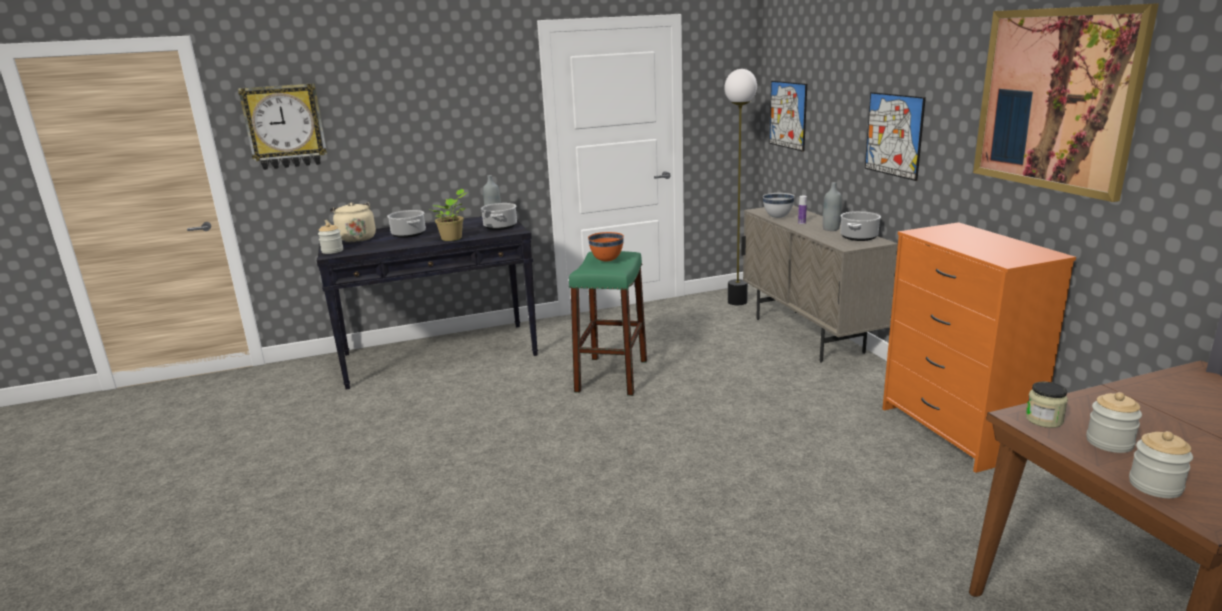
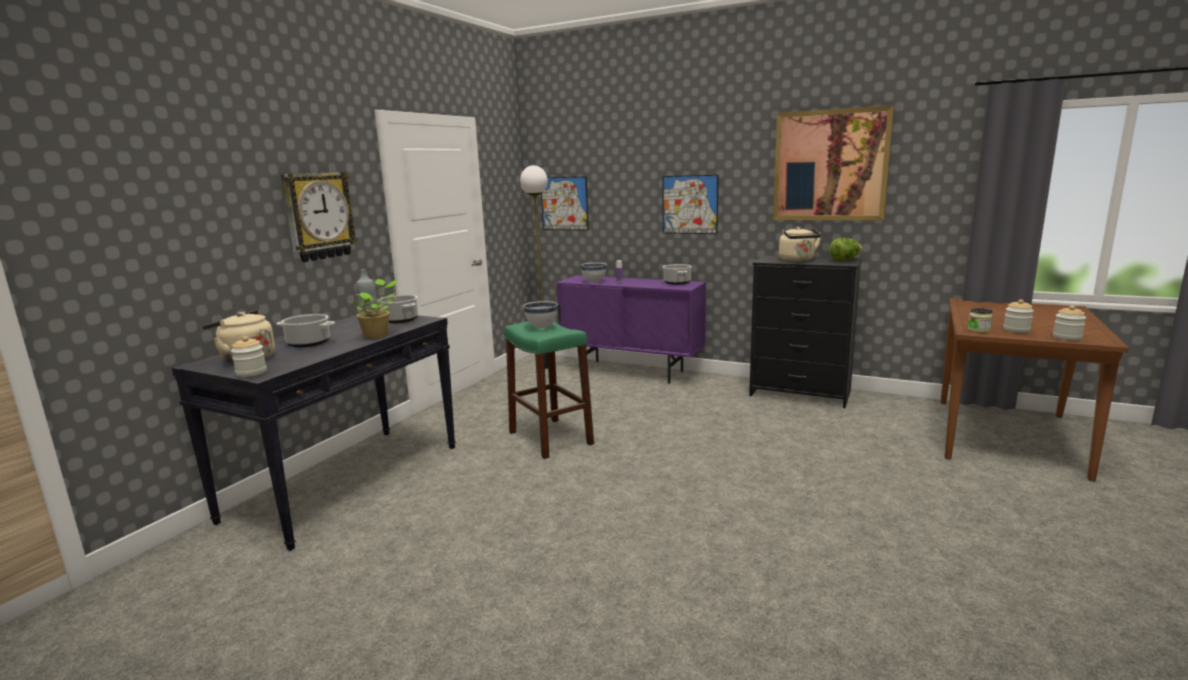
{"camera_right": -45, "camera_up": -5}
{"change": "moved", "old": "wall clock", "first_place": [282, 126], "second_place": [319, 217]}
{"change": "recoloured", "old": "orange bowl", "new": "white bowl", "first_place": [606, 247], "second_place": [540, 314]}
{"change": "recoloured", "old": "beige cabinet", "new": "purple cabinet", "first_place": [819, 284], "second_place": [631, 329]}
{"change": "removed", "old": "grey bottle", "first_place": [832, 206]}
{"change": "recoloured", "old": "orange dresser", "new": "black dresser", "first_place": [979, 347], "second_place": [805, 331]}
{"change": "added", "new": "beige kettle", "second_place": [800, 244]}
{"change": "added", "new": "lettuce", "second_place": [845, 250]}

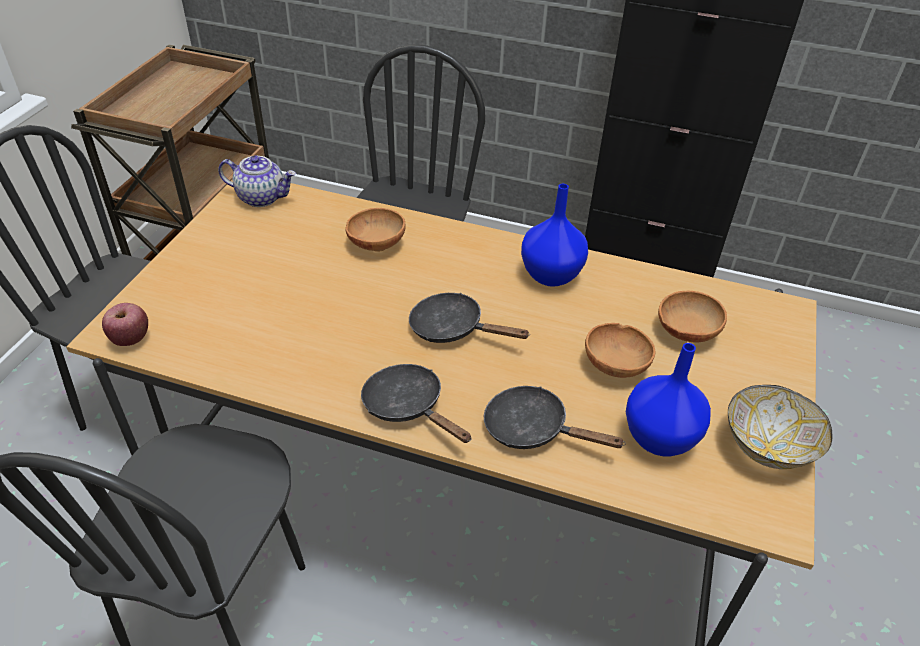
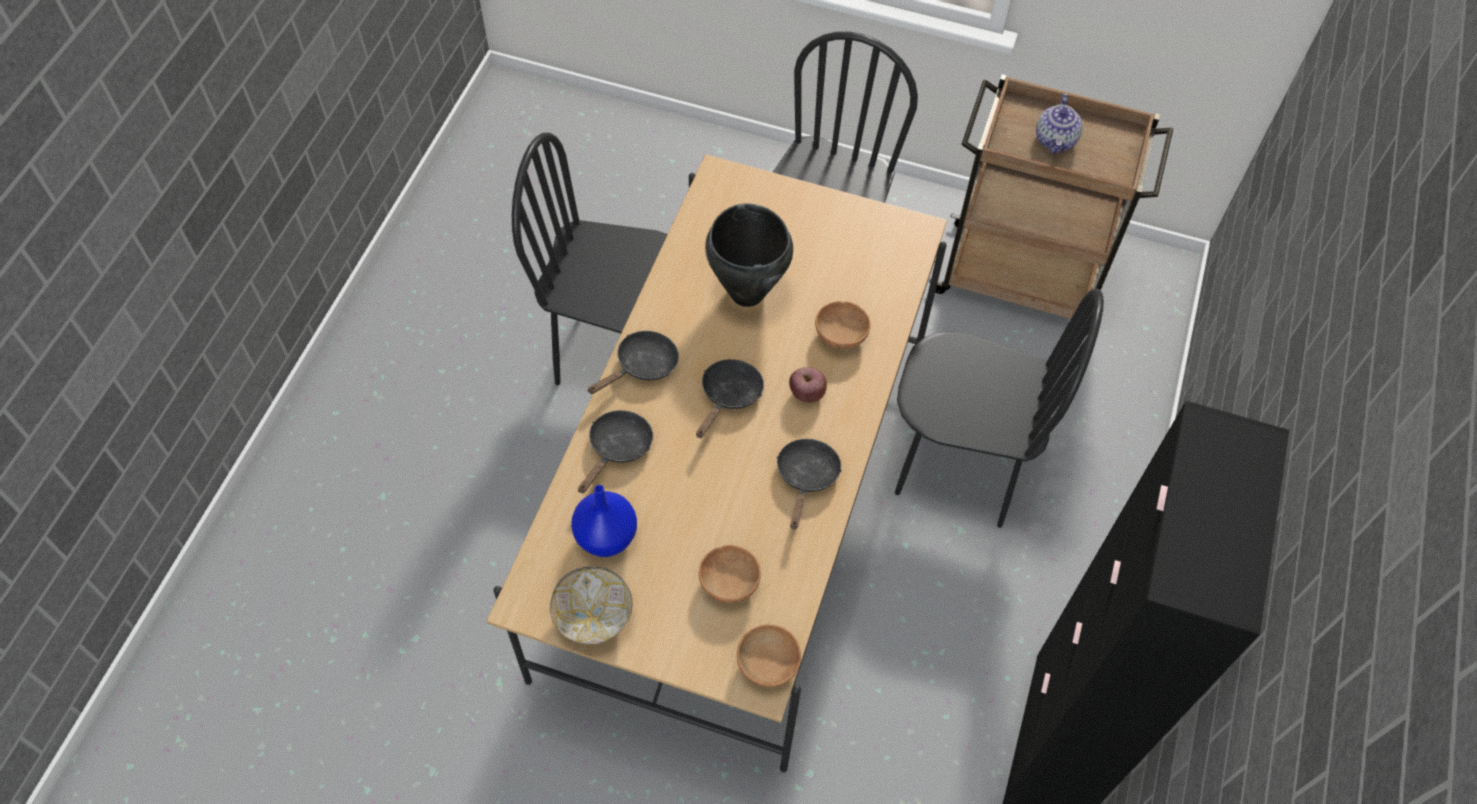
{"camera_right": 90, "camera_up": 15}
{"change": "moved", "old": "apple", "first_place": [125, 324], "second_place": [808, 385]}
{"change": "moved", "old": "teapot", "first_place": [257, 181], "second_place": [1059, 124]}
{"change": "replaced", "old": "blue vase", "new": "black frying pan", "first_place": [554, 235], "second_place": [809, 484]}
{"change": "moved", "old": "brown bowl", "first_place": [620, 350], "second_place": [769, 655]}
{"change": "added", "new": "black cooking pot", "second_place": [749, 255]}

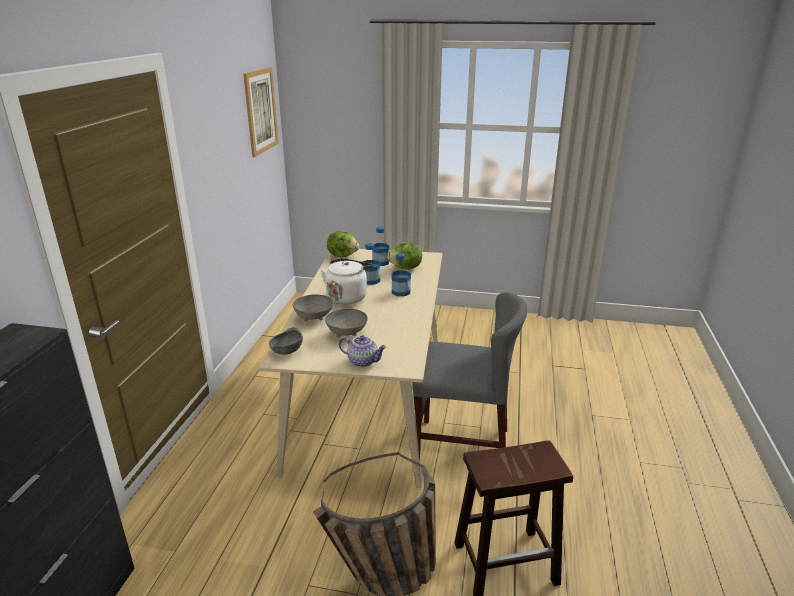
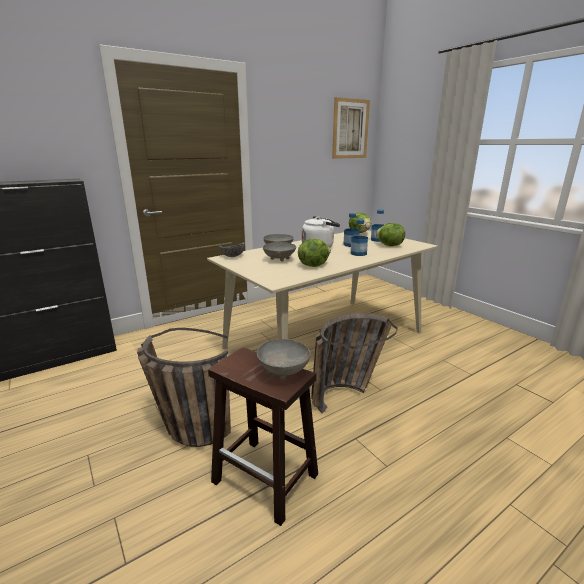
{"camera_right": 45, "camera_up": -5}
{"change": "removed", "old": "teapot", "first_place": [362, 351]}
{"change": "replaced", "old": "grey chair", "new": "basket", "first_place": [469, 375], "second_place": [354, 363]}
{"change": "added", "new": "grey bowl", "second_place": [283, 359]}
{"change": "added", "new": "lettuce", "second_place": [314, 253]}

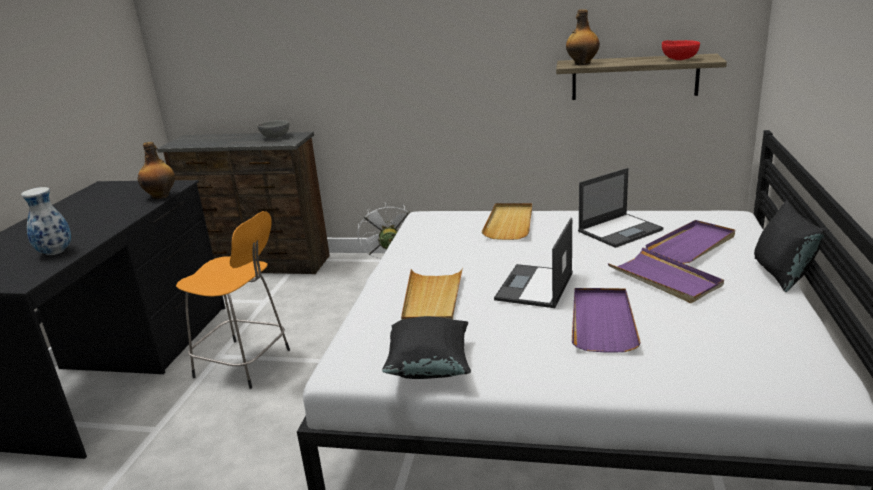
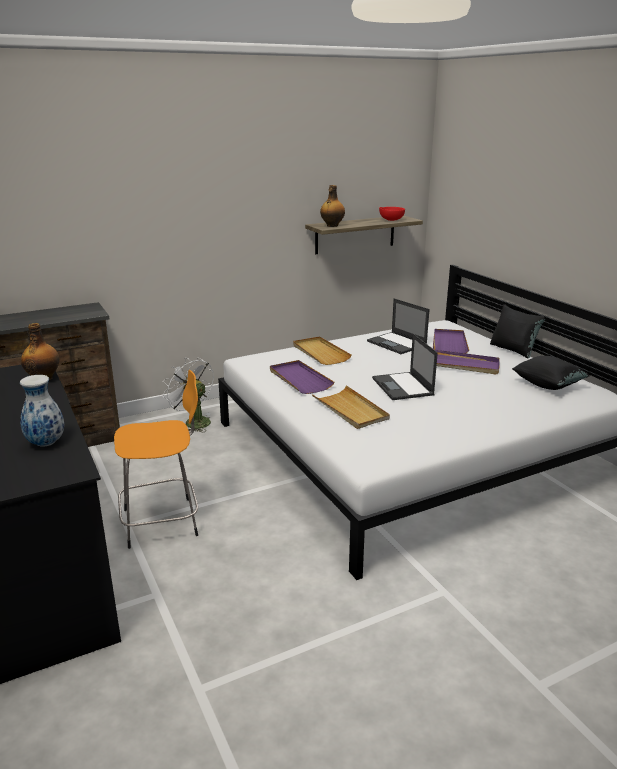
{"camera_right": -40, "camera_up": 0}
{"change": "removed", "old": "grey bowl", "first_place": [273, 129]}
{"change": "moved", "old": "black pillow", "first_place": [426, 347], "second_place": [550, 373]}
{"change": "moved", "old": "purple tray", "first_place": [606, 320], "second_place": [302, 377]}
{"change": "turned", "old": "laptop", "first_place": [621, 208], "second_place": [398, 326], "degrees": 120}

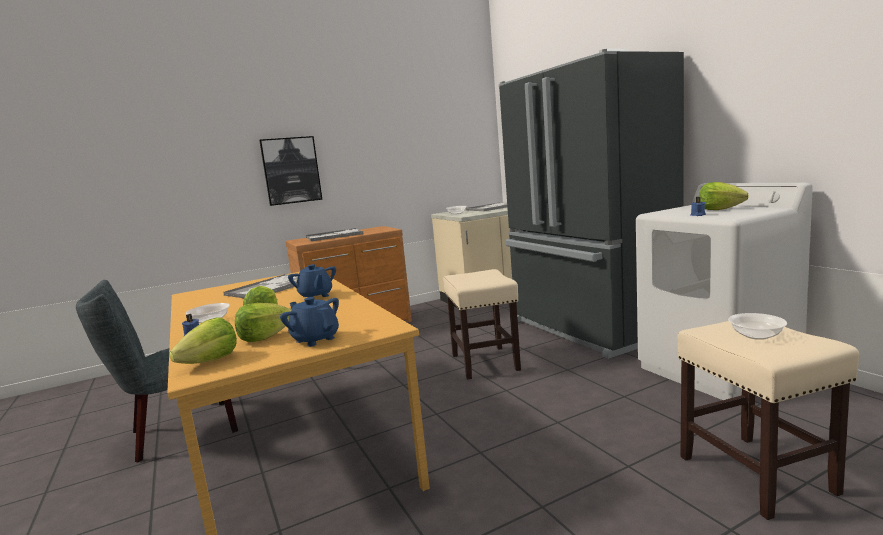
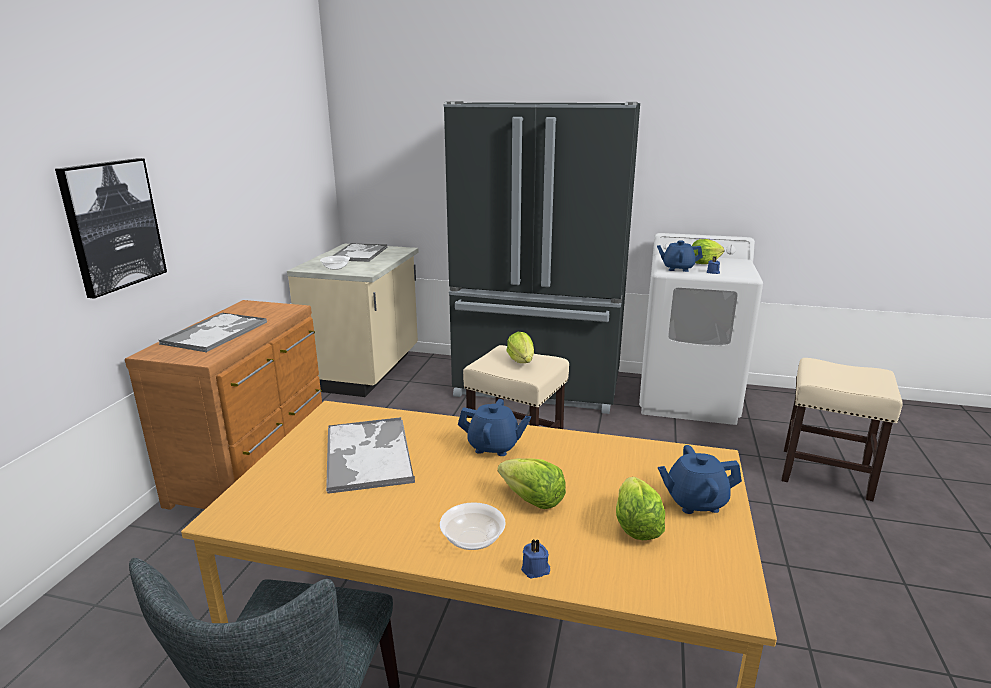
{"camera_right": -50, "camera_up": 10}
{"change": "moved", "old": "lettuce", "first_place": [203, 341], "second_place": [520, 347]}
{"change": "removed", "old": "bowl", "first_place": [757, 326]}
{"change": "added", "new": "blue teapot", "second_place": [680, 256]}

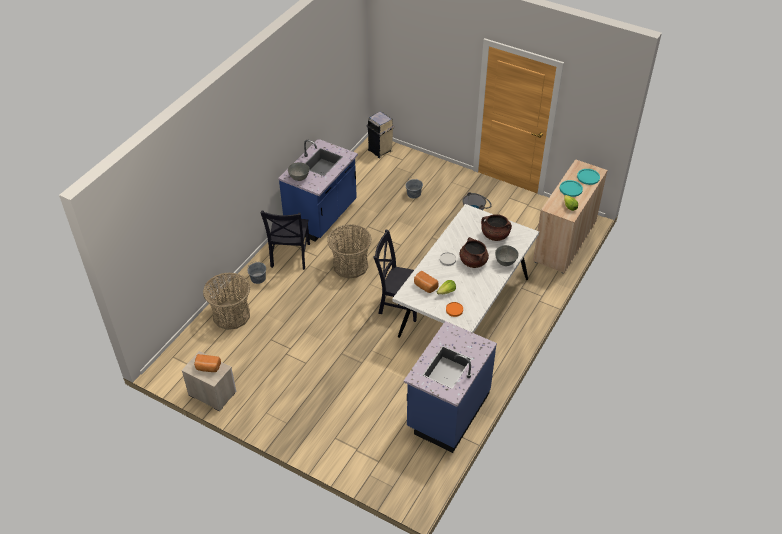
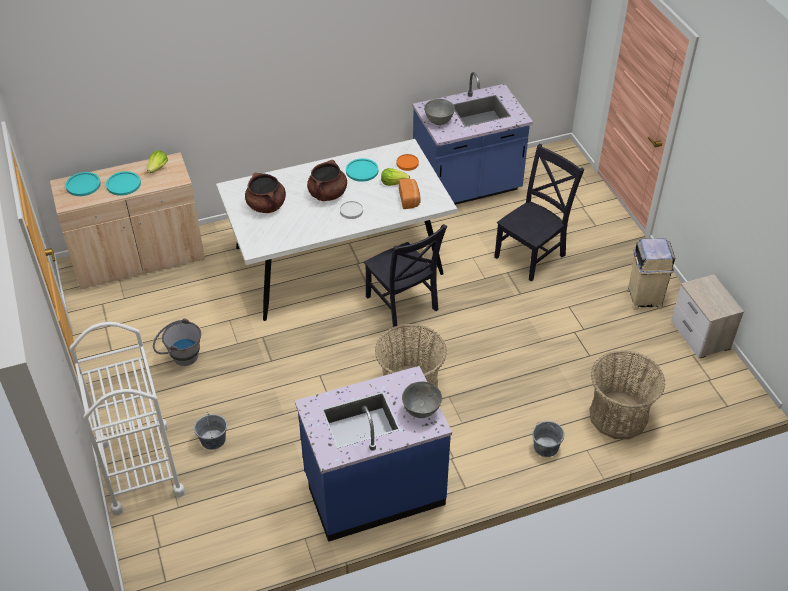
{"camera_right": -140, "camera_up": 0}
{"change": "removed", "old": "bread", "first_place": [207, 363]}
{"change": "moved", "old": "black chair", "first_place": [285, 240], "second_place": [539, 213]}
{"change": "moved", "old": "beige trash can", "first_place": [380, 135], "second_place": [651, 274]}
{"change": "moved", "old": "grey bowl", "first_place": [507, 255], "second_place": [439, 112]}
{"change": "added", "new": "white cart", "second_place": [127, 419]}
{"change": "added", "new": "turquoise plate", "second_place": [362, 170]}

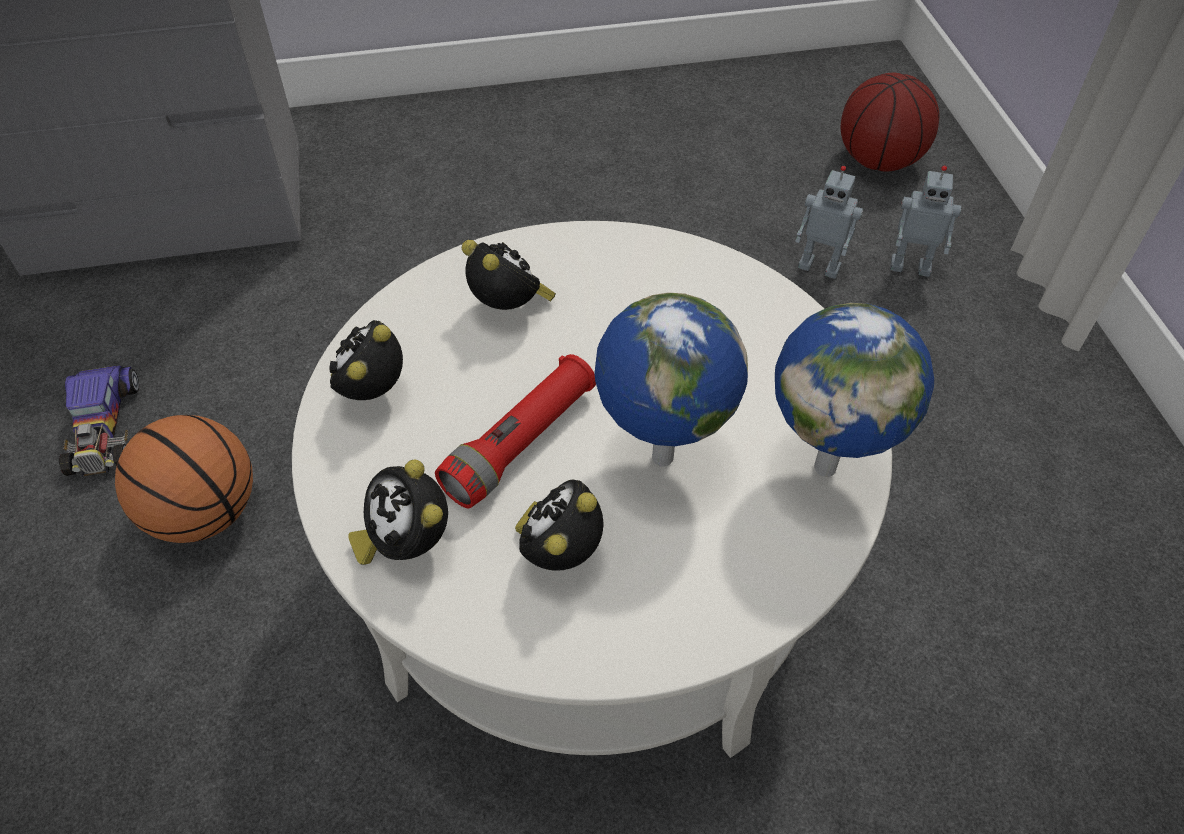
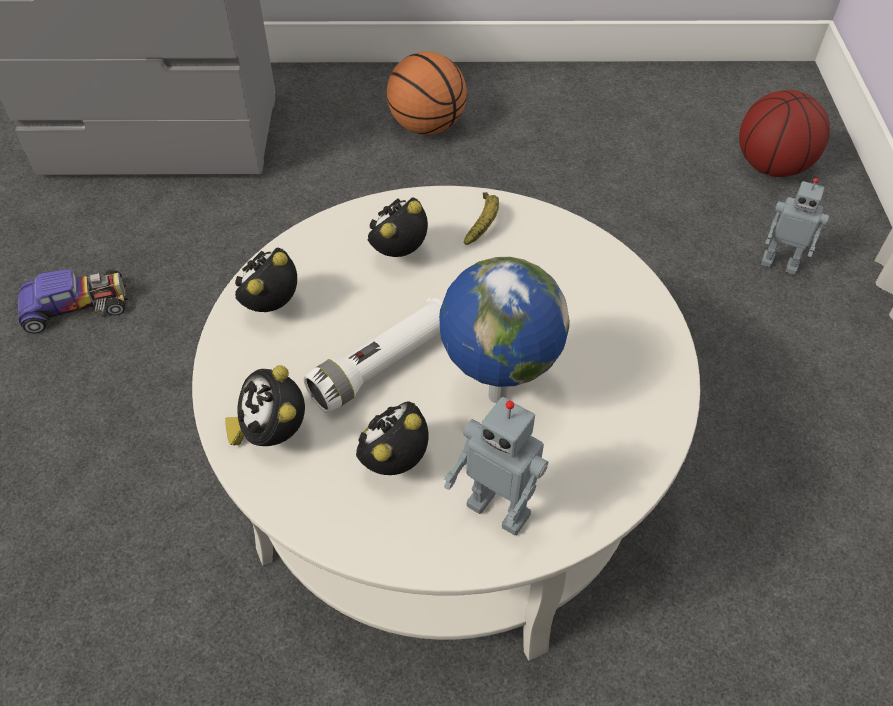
{"camera_right": 10, "camera_up": 0}
{"change": "turned", "old": "toy car", "first_place": [99, 421], "second_place": [73, 301], "degrees": -105}
{"change": "moved", "old": "basketball", "first_place": [184, 479], "second_place": [427, 93]}
{"change": "recoloured", "old": "red flashlight", "new": "white flashlight", "first_place": [515, 431], "second_place": [373, 355]}
{"change": "turned", "old": "alarm clock", "first_place": [509, 275], "second_place": [397, 227], "degrees": -105}
{"change": "removed", "old": "globe", "first_place": [854, 390]}
{"change": "moved", "old": "toy robot", "first_place": [829, 222], "second_place": [496, 466]}
{"change": "added", "new": "banana", "second_place": [481, 218]}

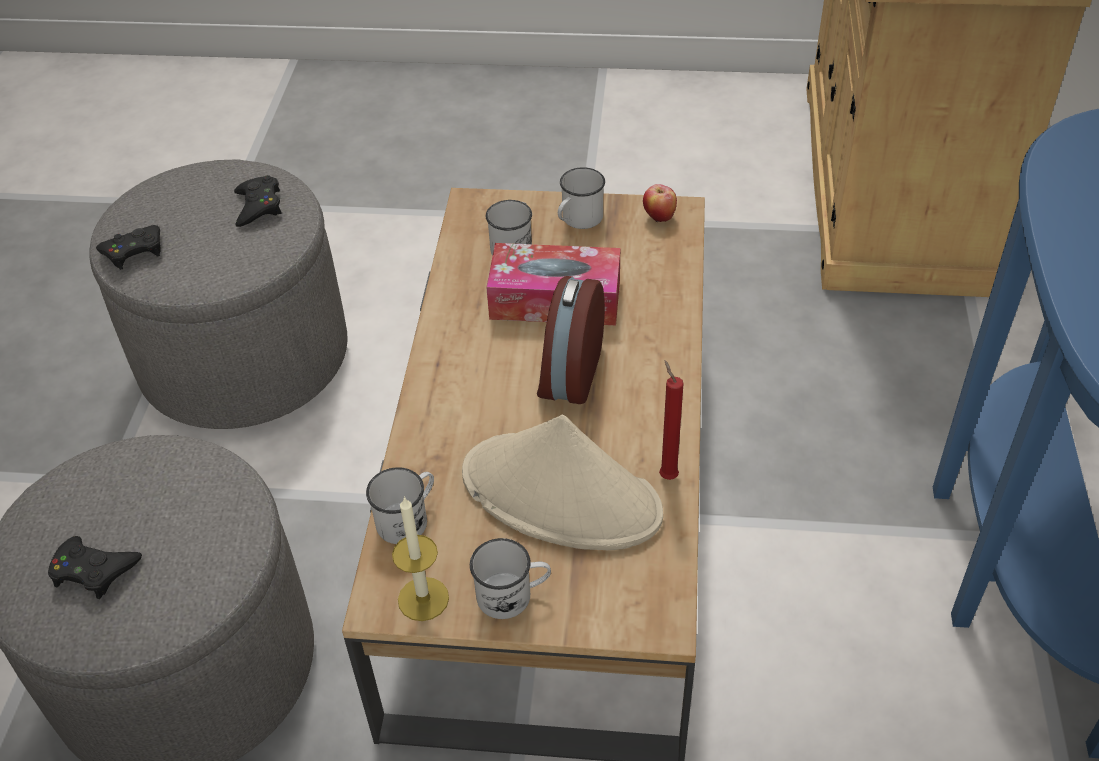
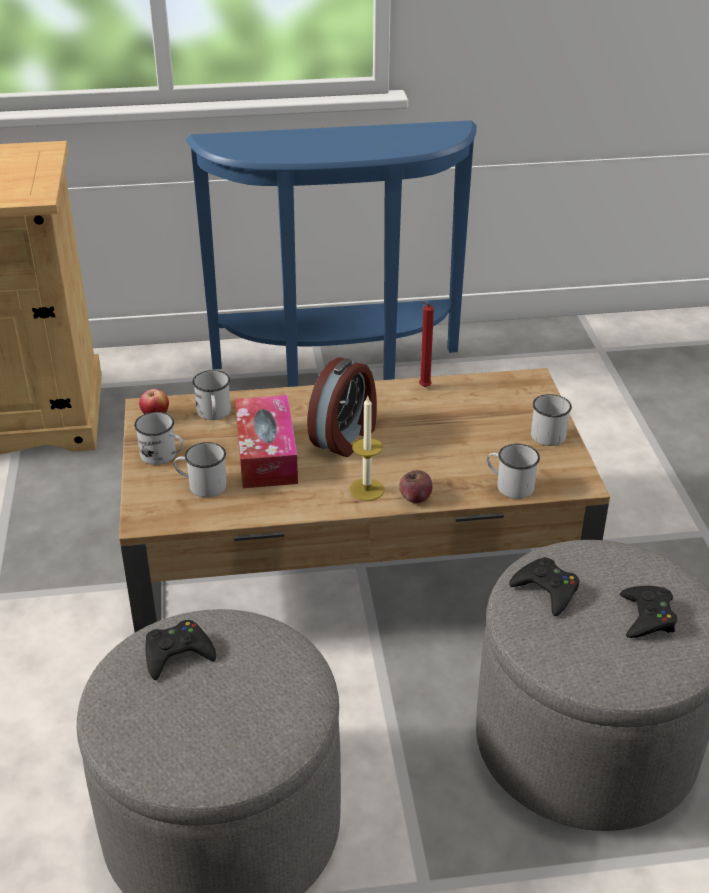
{"camera_right": -105, "camera_up": -10}
{"change": "moved", "old": "black game controller", "first_place": [128, 247], "second_place": [544, 586]}
{"change": "moved", "old": "candle", "first_place": [420, 558], "second_place": [367, 448]}
{"change": "removed", "old": "beige hat", "first_place": [562, 482]}
{"change": "turned", "old": "alarm clock", "first_place": [571, 340], "second_place": [342, 407], "degrees": -60}
{"change": "added", "new": "white mug", "second_place": [211, 395]}
{"change": "added", "new": "apple", "second_place": [416, 486]}

